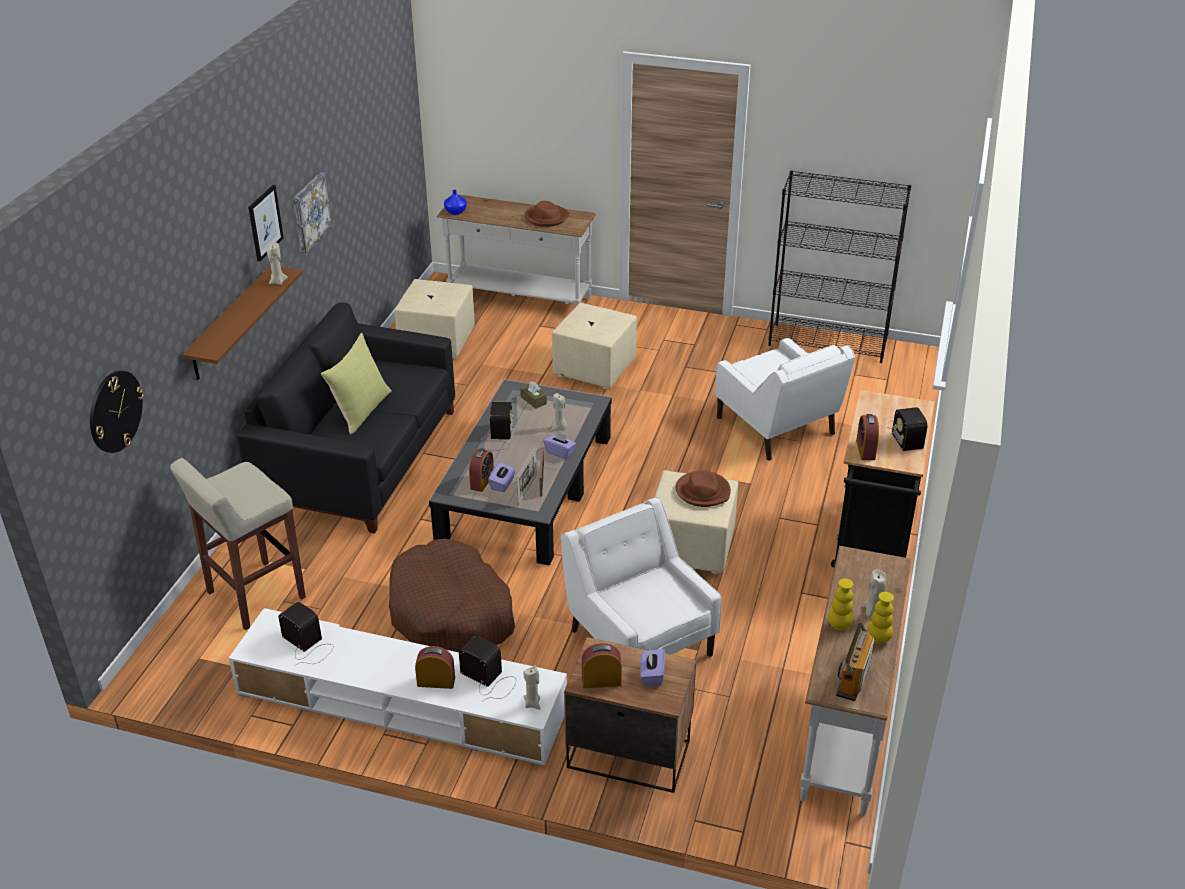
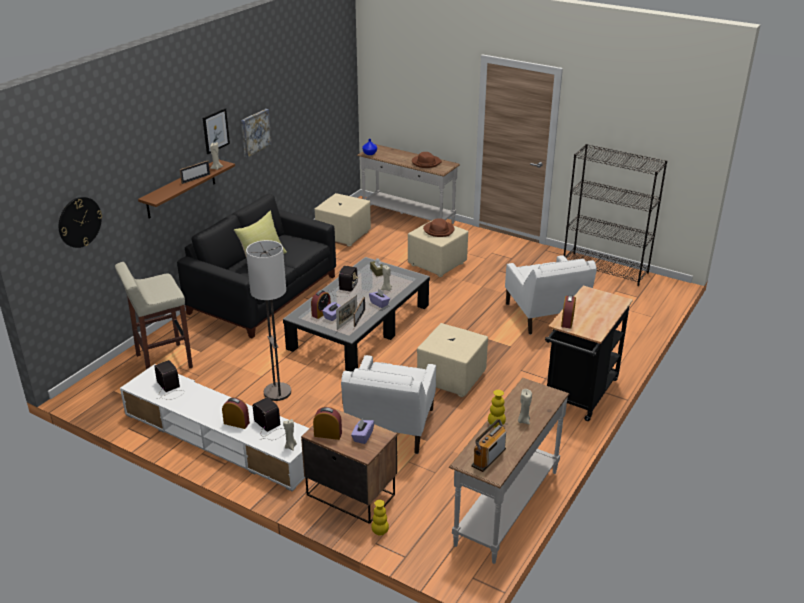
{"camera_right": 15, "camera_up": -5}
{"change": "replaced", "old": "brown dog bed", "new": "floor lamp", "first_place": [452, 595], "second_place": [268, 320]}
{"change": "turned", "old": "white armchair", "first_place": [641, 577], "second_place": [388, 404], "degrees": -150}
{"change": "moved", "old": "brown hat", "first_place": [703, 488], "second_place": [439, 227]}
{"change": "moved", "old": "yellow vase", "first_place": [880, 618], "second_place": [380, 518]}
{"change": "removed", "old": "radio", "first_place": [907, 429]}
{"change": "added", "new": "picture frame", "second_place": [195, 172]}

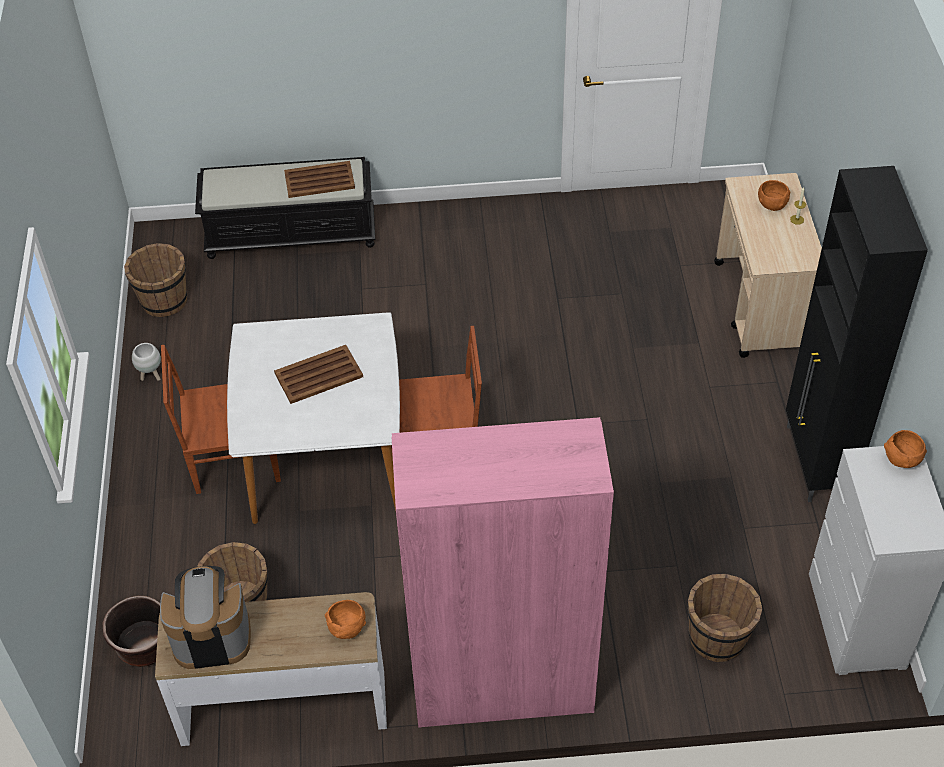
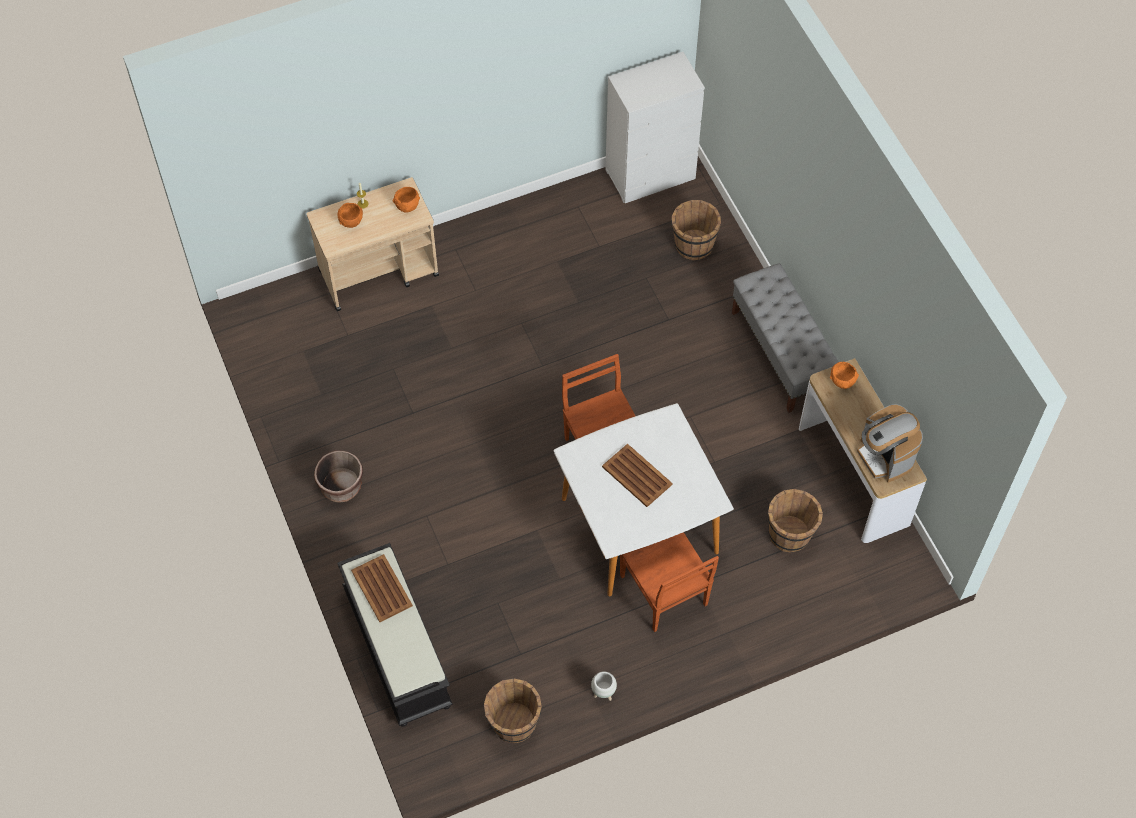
{"camera_right": -110, "camera_up": 10}
{"change": "moved", "old": "brown planter", "first_place": [131, 631], "second_place": [338, 476]}
{"change": "replaced", "old": "pink bookcase", "new": "grey bench", "first_place": [503, 572], "second_place": [785, 338]}
{"change": "removed", "old": "black cabinet", "first_place": [857, 334]}
{"change": "moved", "old": "orange bowl", "first_place": [905, 449], "second_place": [406, 200]}

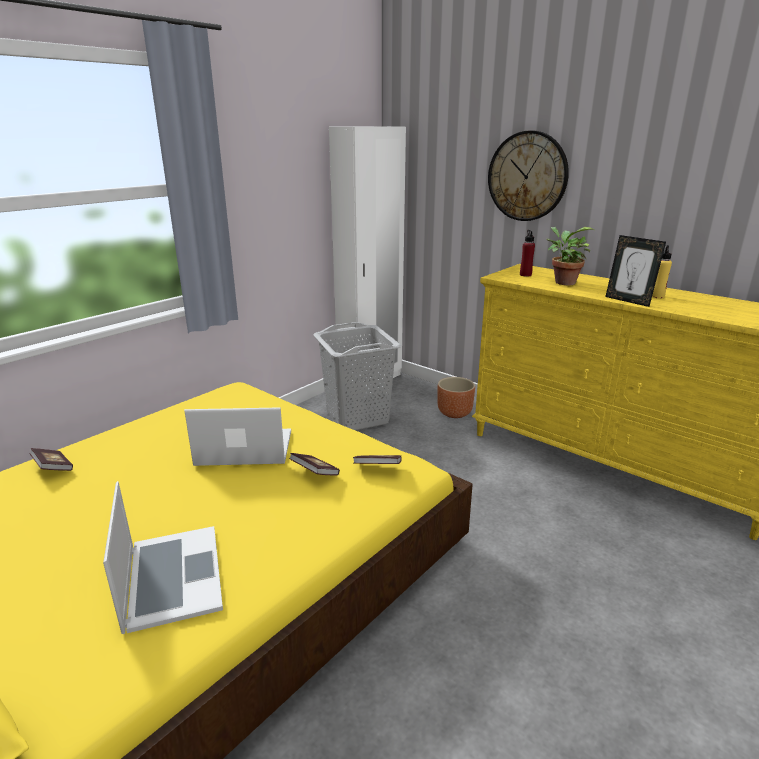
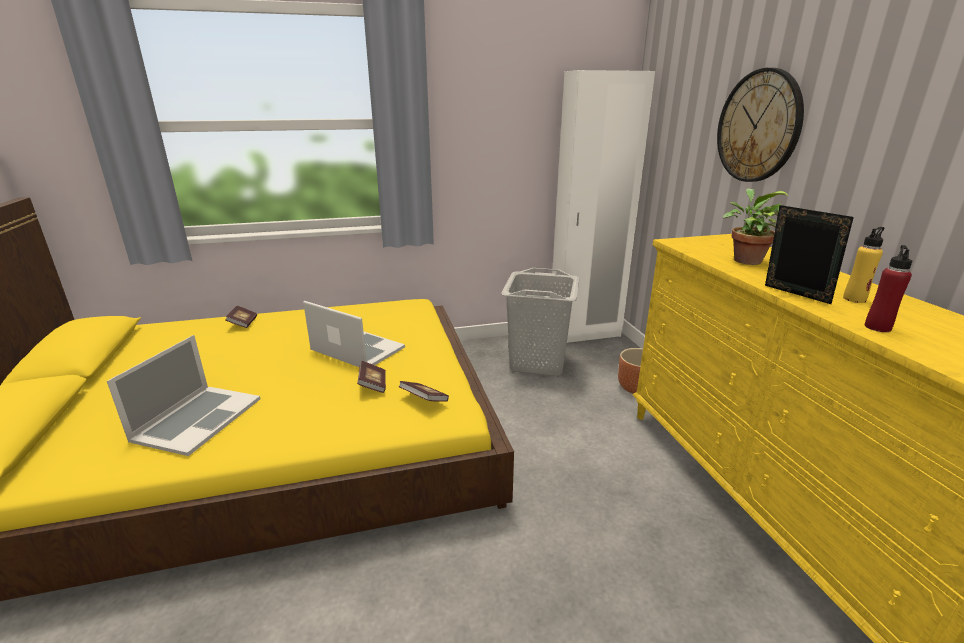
{"camera_right": 35, "camera_up": 0}
{"change": "moved", "old": "red bottle", "first_place": [527, 253], "second_place": [888, 288]}
{"change": "turned", "old": "picture frame", "first_place": [635, 271], "second_place": [809, 254], "degrees": 150}

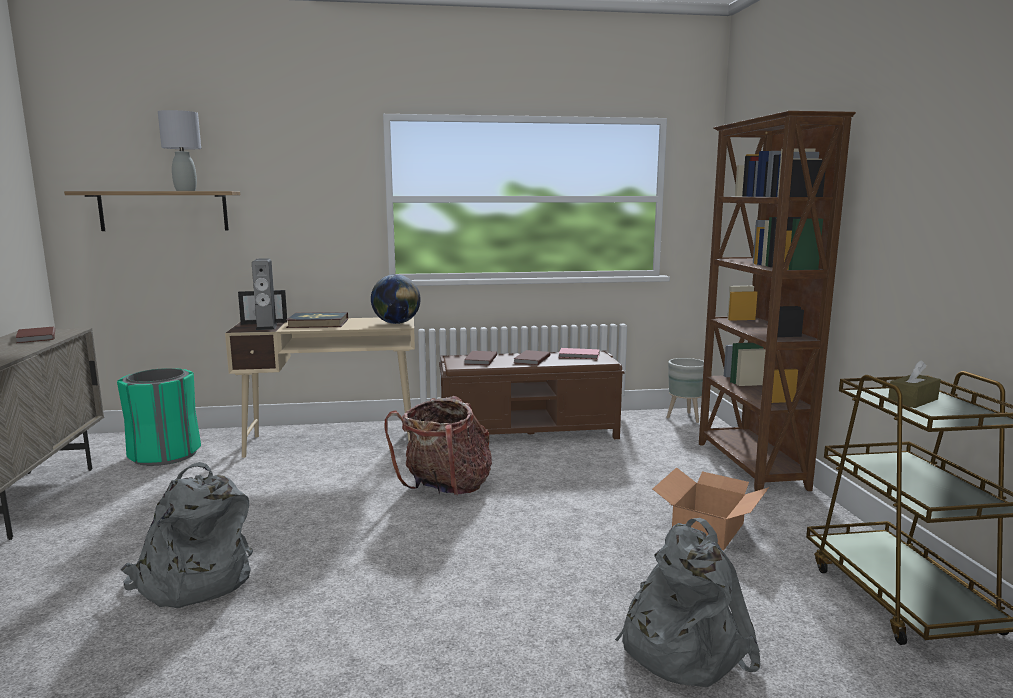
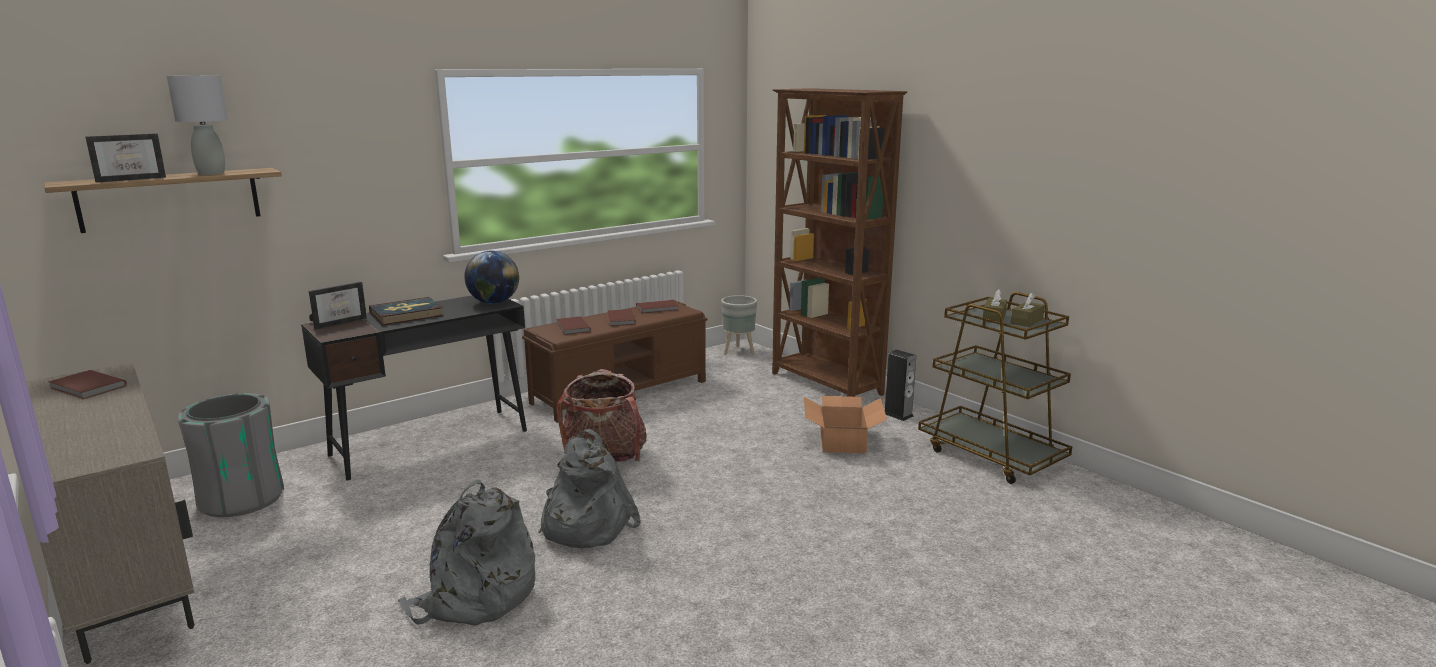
{"camera_right": -30, "camera_up": 5}
{"change": "recoloured", "old": "green trash can", "new": "grey trash can", "first_place": [159, 417], "second_place": [231, 455]}
{"change": "recoloured", "old": "beige desk", "new": "black desk", "first_place": [320, 387], "second_place": [414, 388]}
{"change": "moved", "old": "speaker", "first_place": [265, 294], "second_place": [900, 385]}
{"change": "recoloured", "old": "pink book", "new": "brown book", "first_place": [579, 353], "second_place": [657, 307]}
{"change": "moved", "old": "grey backpack", "first_place": [688, 602], "second_place": [589, 488]}
{"change": "added", "new": "picture frame", "second_place": [125, 158]}
{"change": "added", "new": "brown tissue box", "second_place": [1028, 310]}

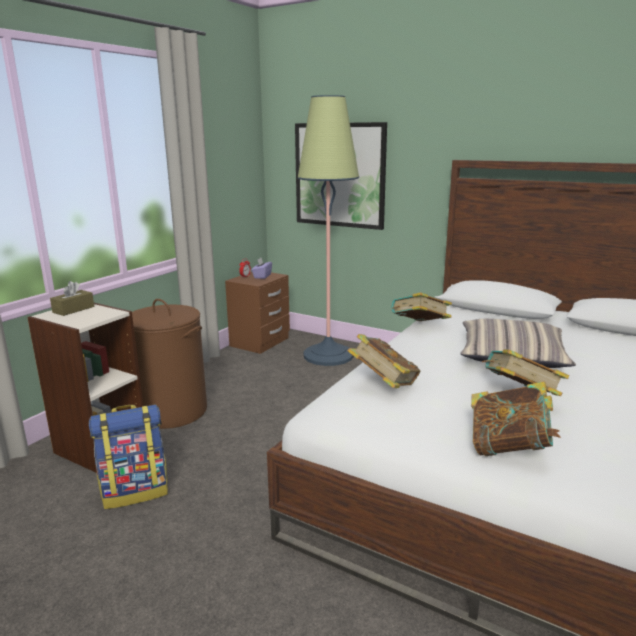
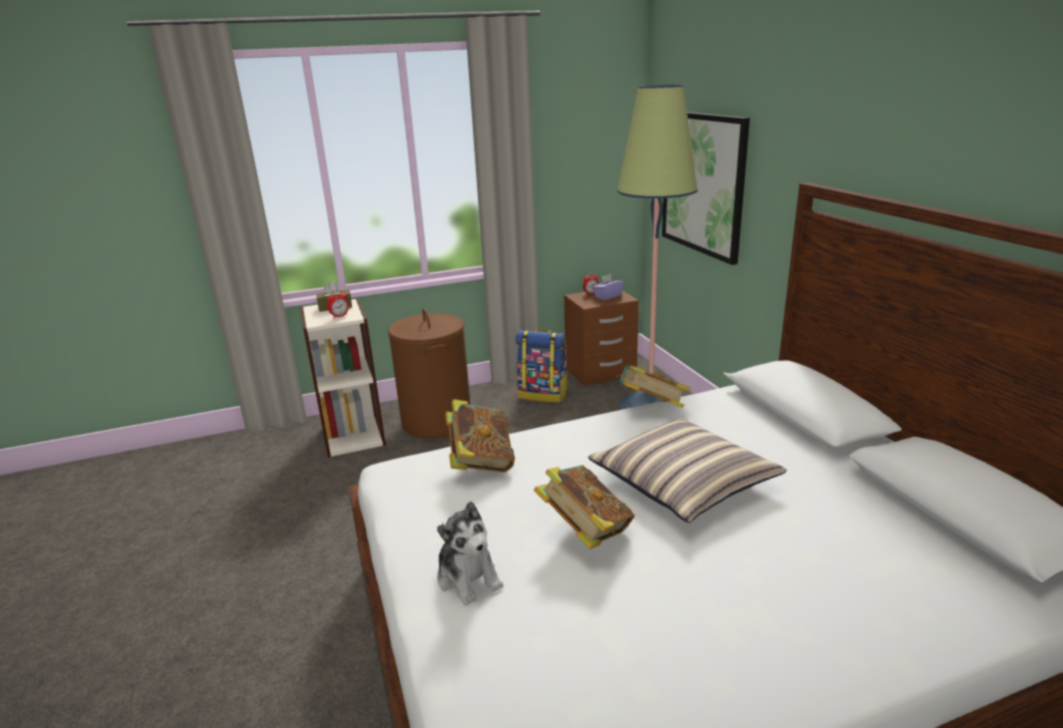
{"camera_right": 40, "camera_up": 5}
{"change": "moved", "old": "backpack", "first_place": [128, 456], "second_place": [541, 366]}
{"change": "replaced", "old": "book", "new": "plush toy", "first_place": [516, 419], "second_place": [470, 553]}
{"change": "added", "new": "alarm clock", "second_place": [338, 304]}

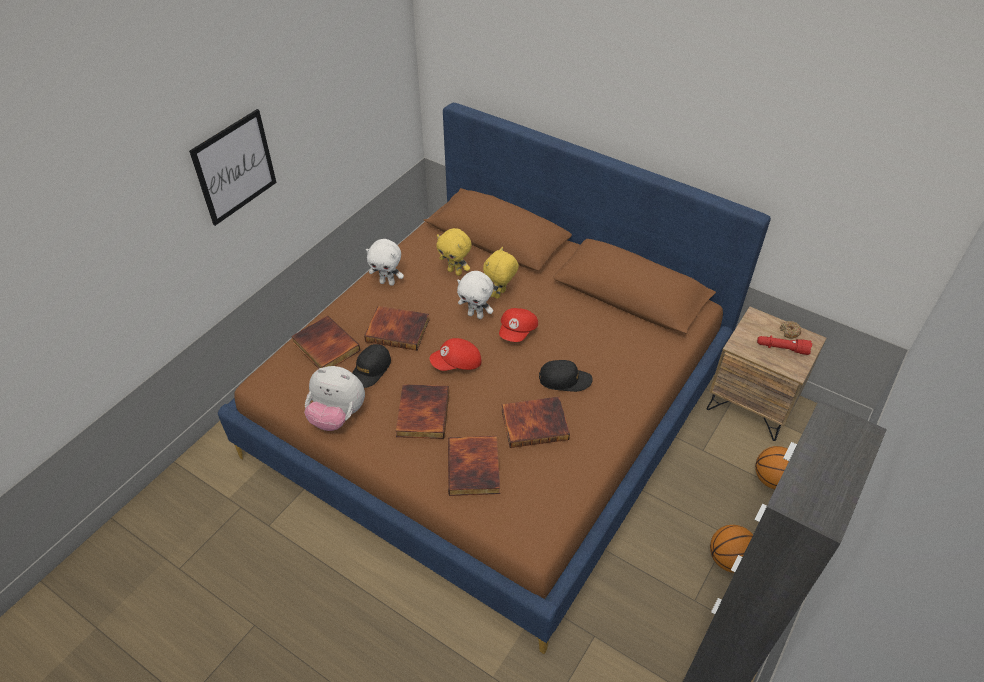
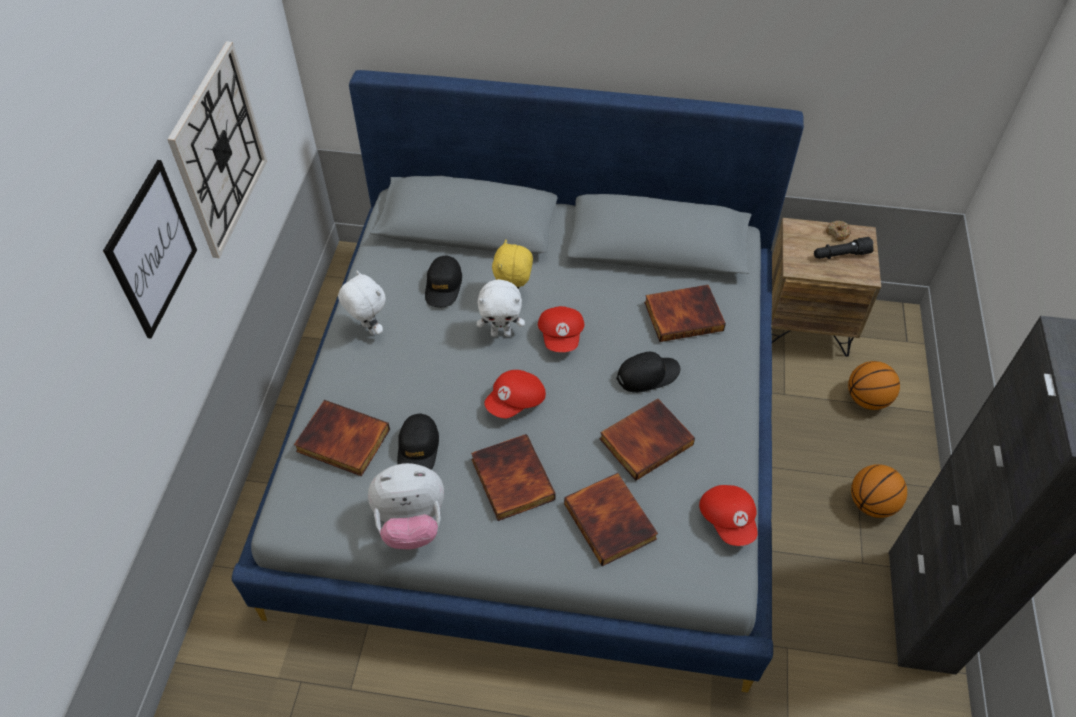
{"camera_right": -25, "camera_up": 5}
{"change": "recoloured", "old": "brown bed", "new": "grey bed", "first_place": [494, 378], "second_place": [518, 381]}
{"change": "moved", "old": "book", "first_place": [396, 328], "second_place": [685, 313]}
{"change": "turned", "old": "white plush toy", "first_place": [385, 262], "second_place": [362, 302], "degrees": -120}
{"change": "replaced", "old": "yellow plush toy", "new": "black cap", "first_place": [454, 252], "second_place": [443, 281]}
{"change": "recoloured", "old": "red flashlight", "new": "black flashlight", "first_place": [784, 345], "second_place": [844, 248]}
{"change": "added", "new": "wall clock", "second_place": [217, 149]}
{"change": "added", "new": "red cap", "second_place": [728, 515]}

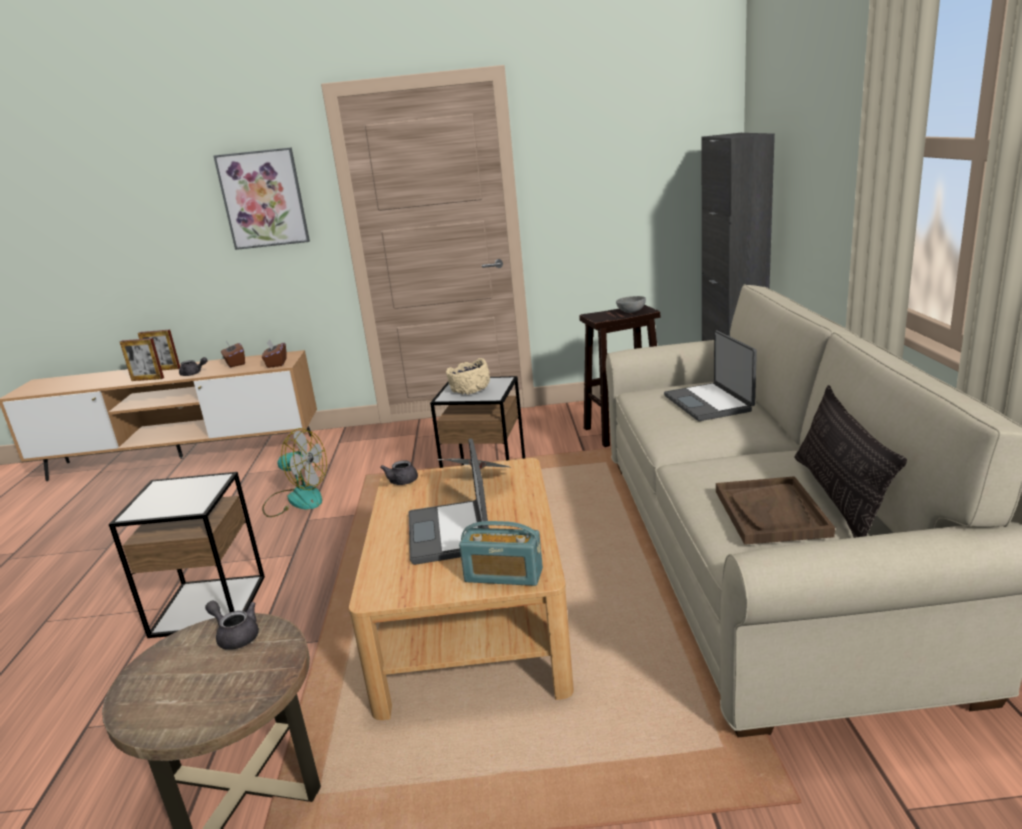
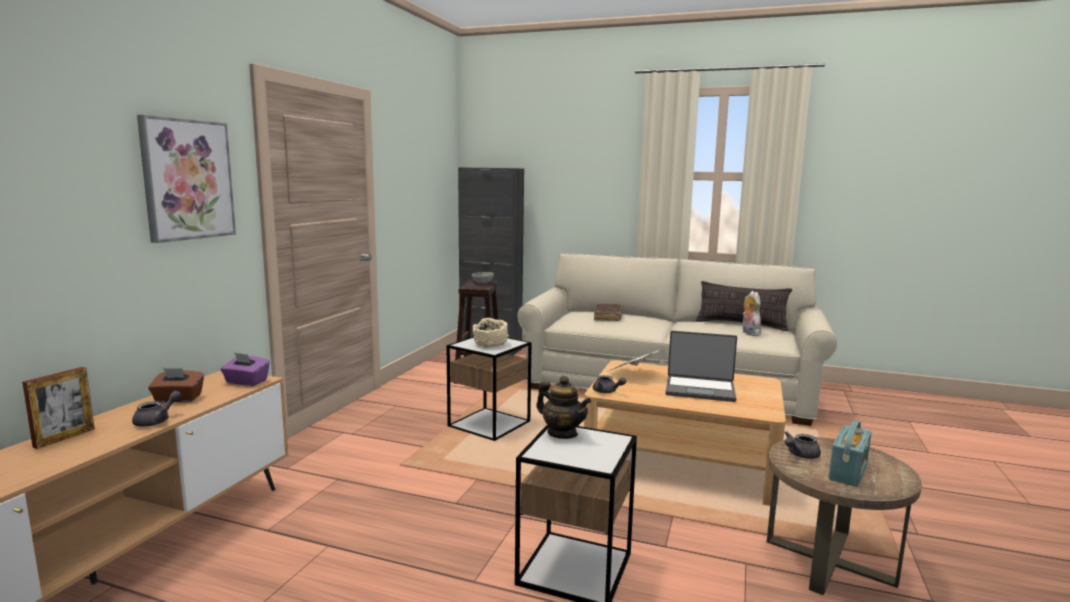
{"camera_right": -70, "camera_up": -10}
{"change": "removed", "old": "picture frame", "first_place": [142, 359]}
{"change": "recoloured", "old": "brown tissue box", "new": "purple tissue box", "first_place": [274, 354], "second_place": [245, 369]}
{"change": "removed", "old": "fan", "first_place": [294, 472]}
{"change": "moved", "old": "radio", "first_place": [501, 553], "second_place": [850, 453]}
{"change": "replaced", "old": "laptop", "new": "brown book", "first_place": [710, 375], "second_place": [608, 312]}
{"change": "replaced", "old": "brown tray", "new": "plush toy", "first_place": [775, 510], "second_place": [751, 313]}
{"change": "added", "new": "teapot", "second_place": [563, 407]}

